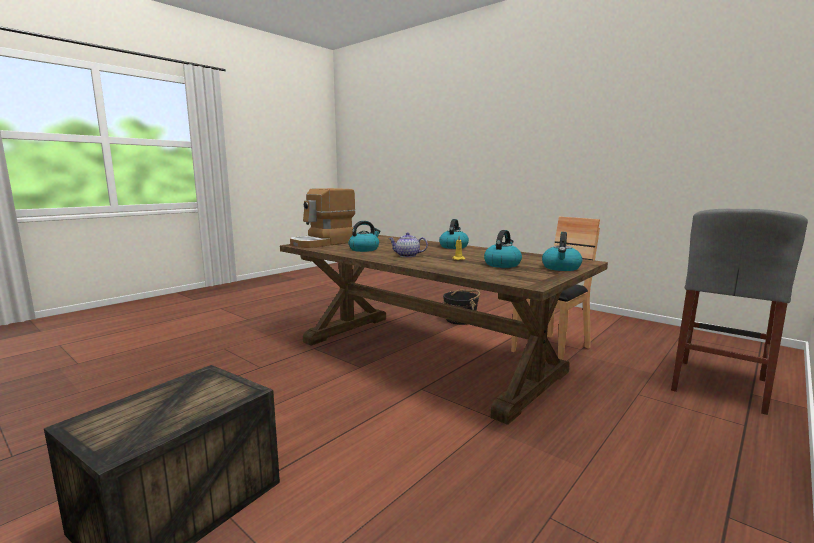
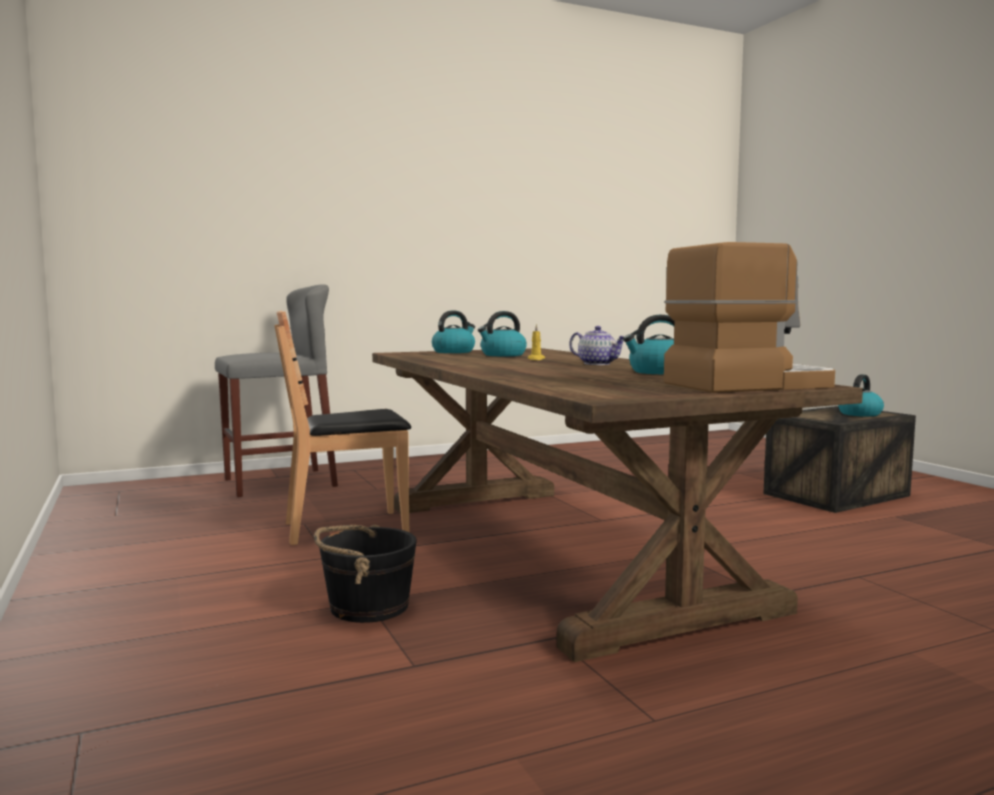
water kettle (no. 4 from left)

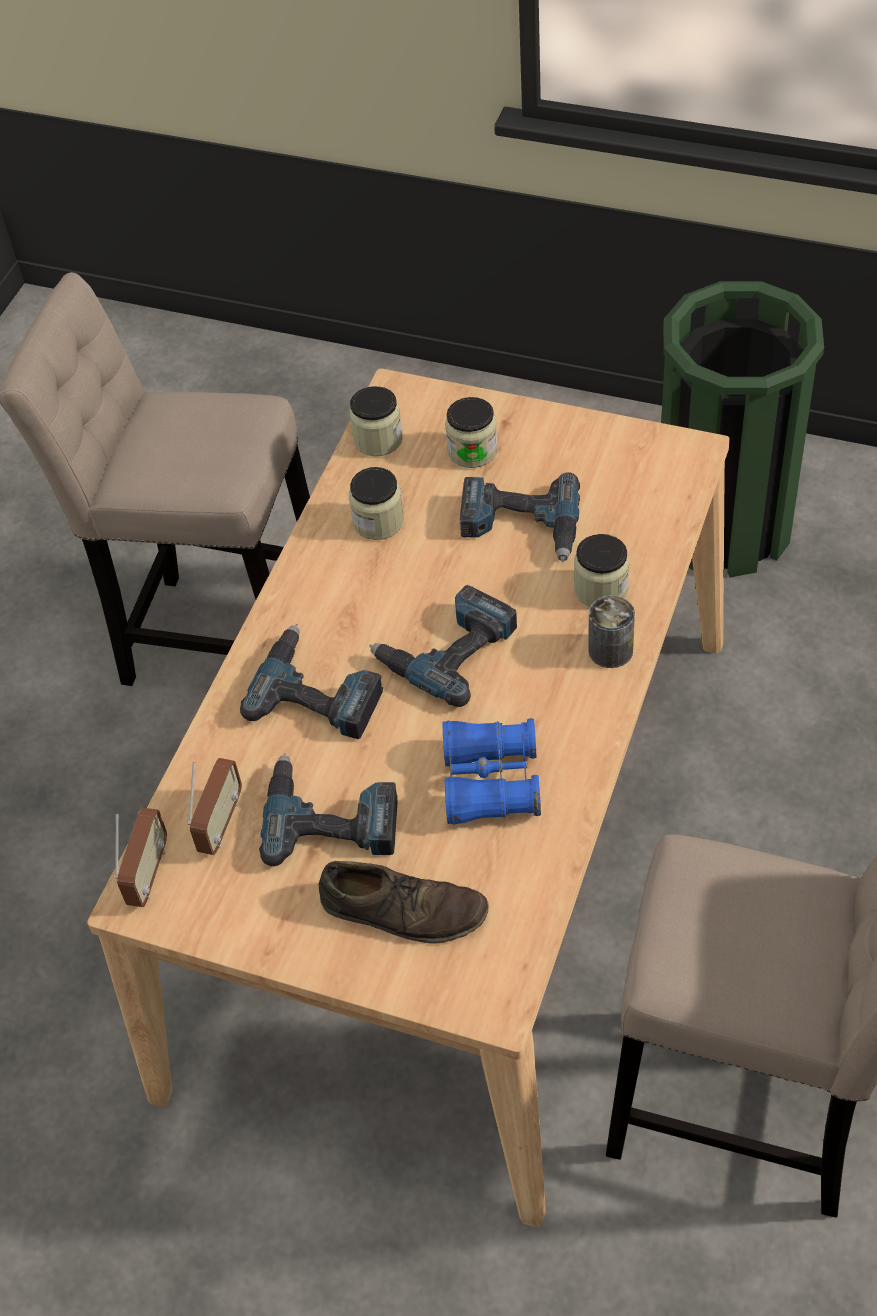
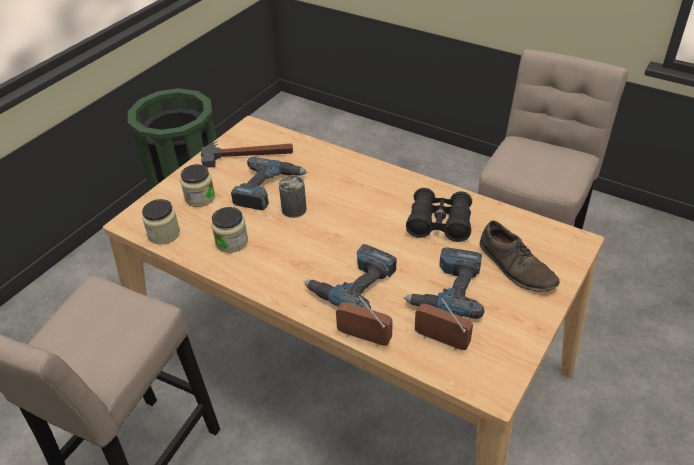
preserve jar (no. 4 from left in the first image); drill (no. 3 from left in the first image); metal can; pair of binoculars (black); radio receiver (no. 1 from left); shoe (brown); hammer

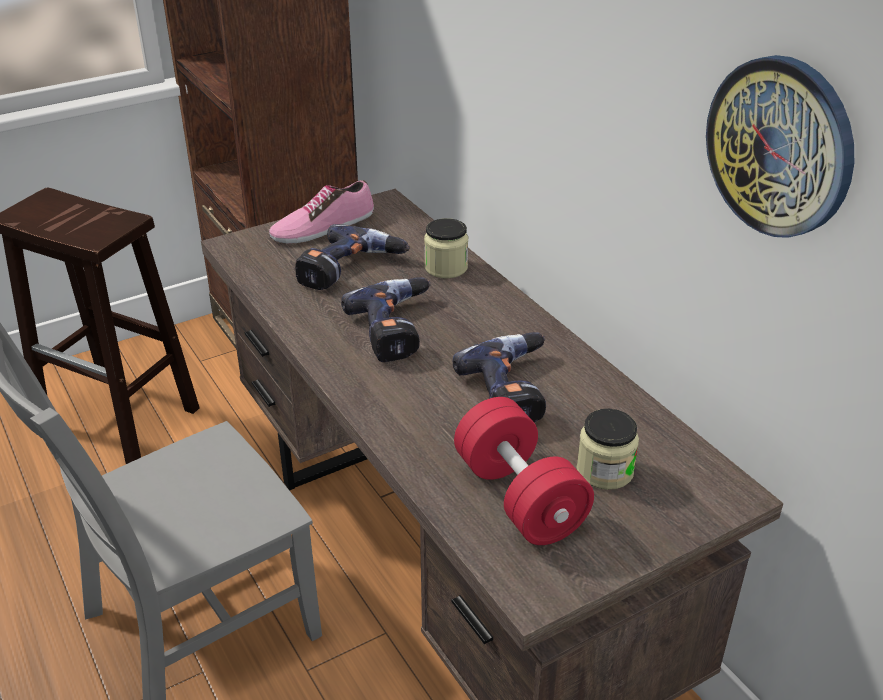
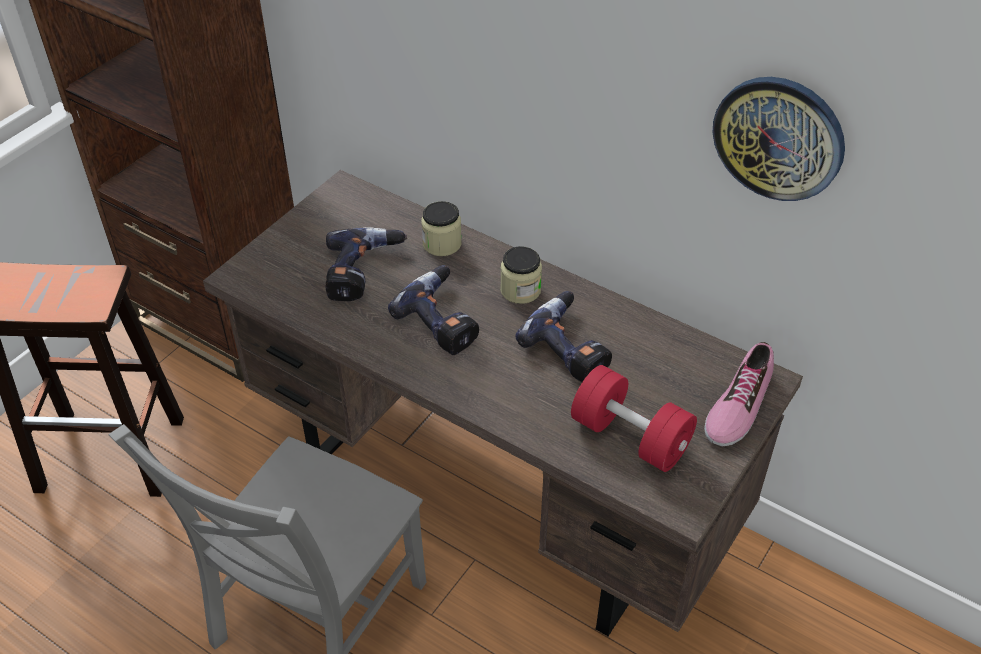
shoe; preserve jar (no. 2 from left)

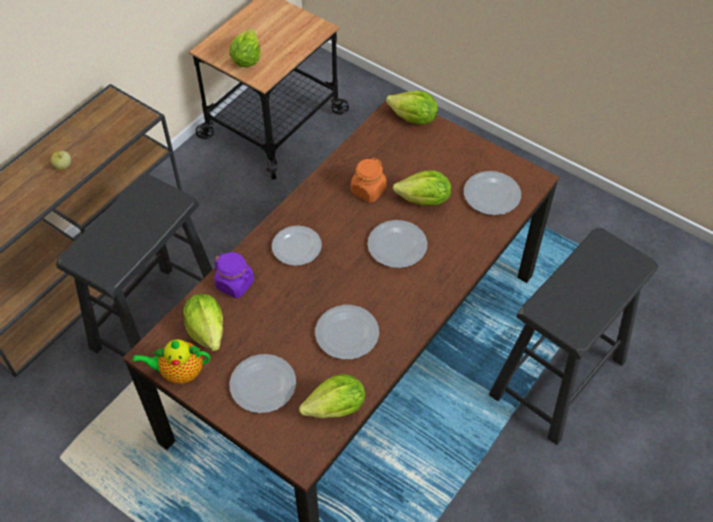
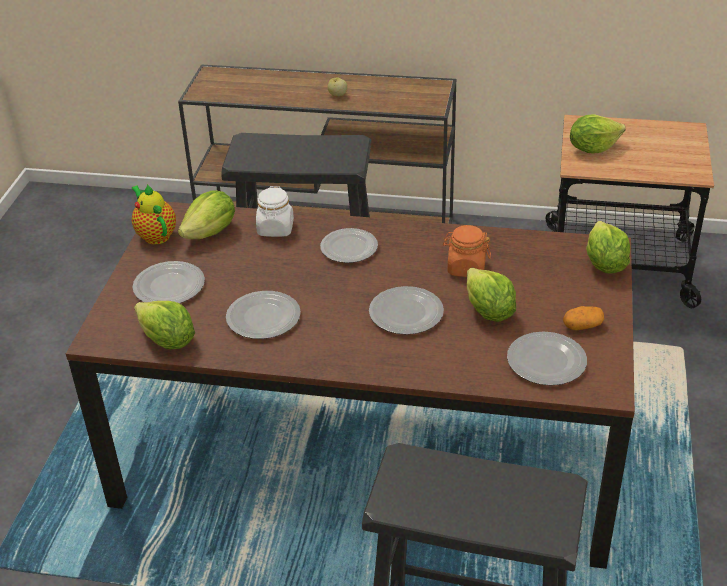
preserve jar (white); potato

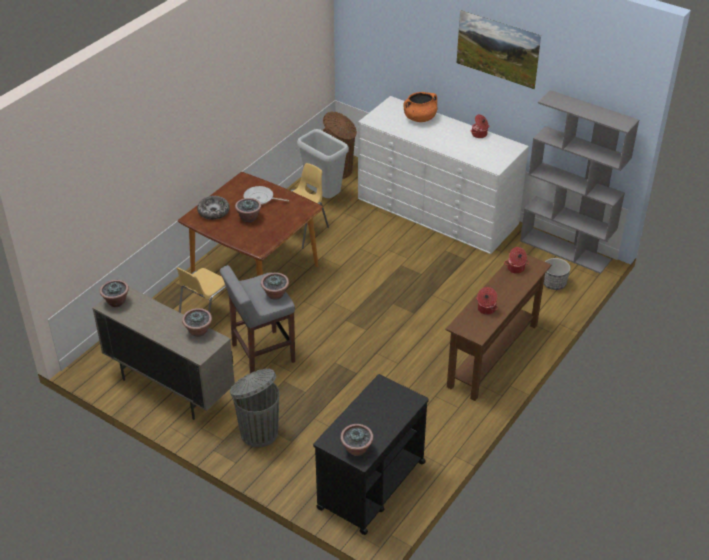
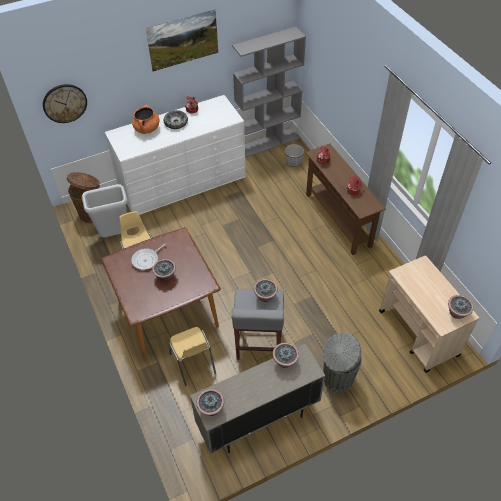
bowl; trolley (sand-coloured); wall clock

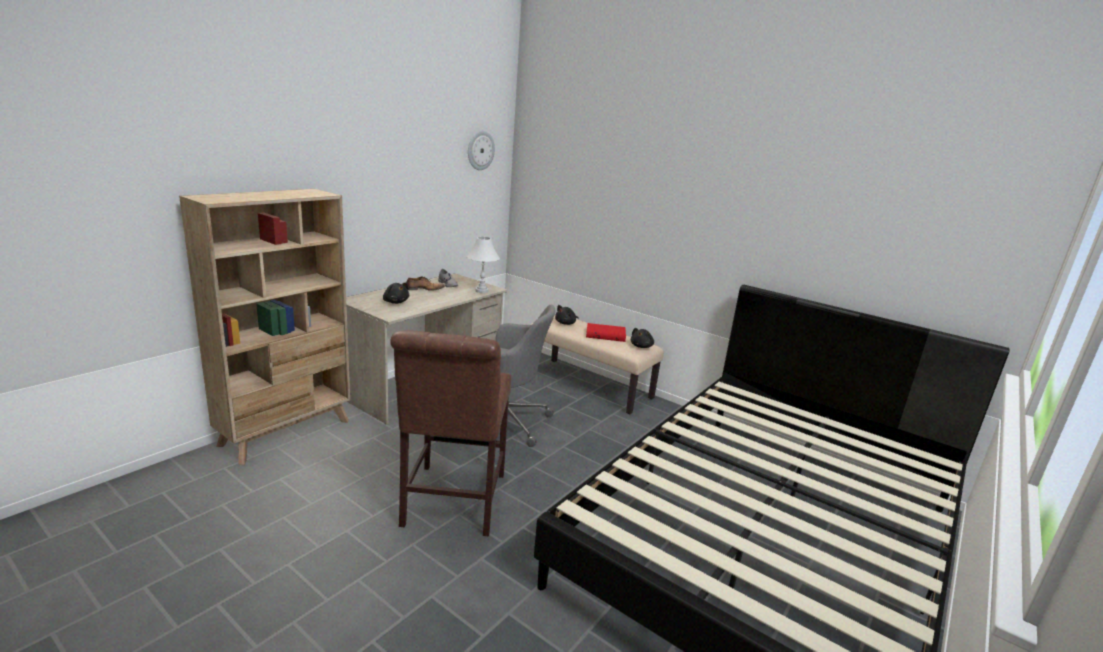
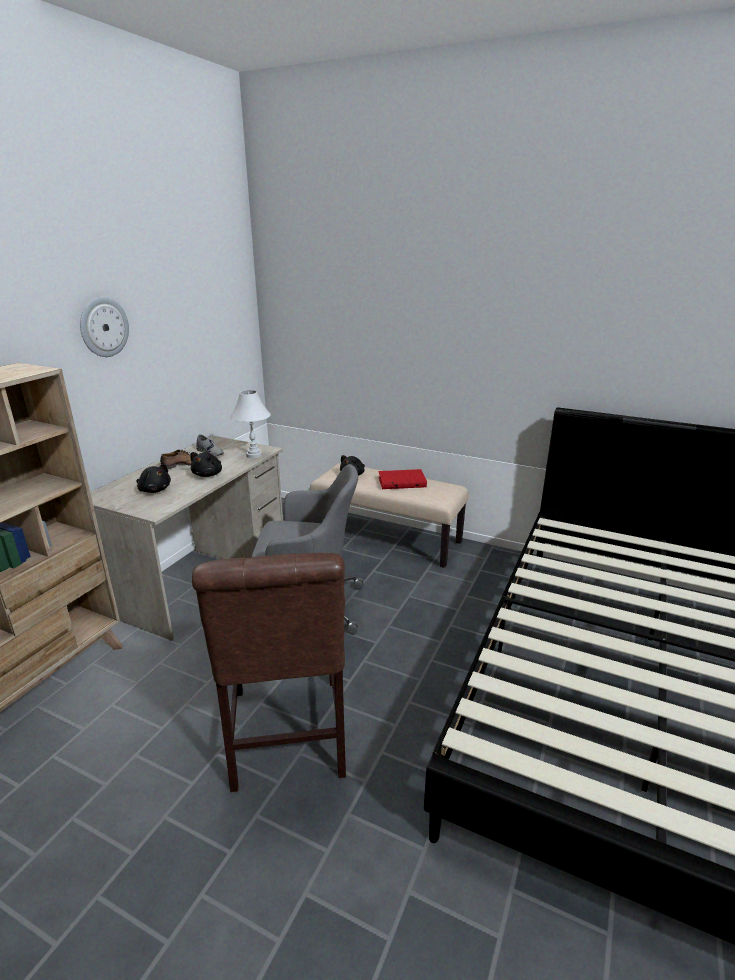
wall clock; cuddly toy (black) (no. 2 from left)

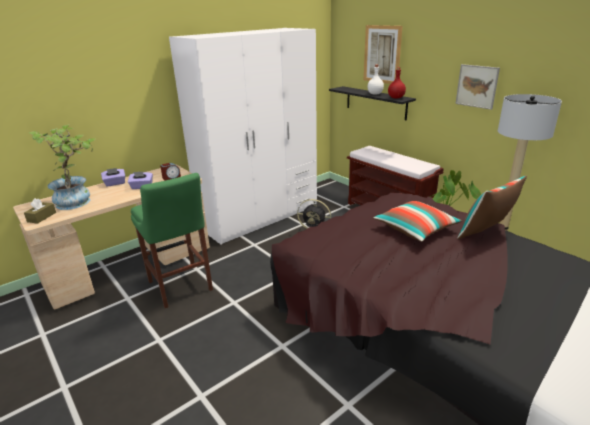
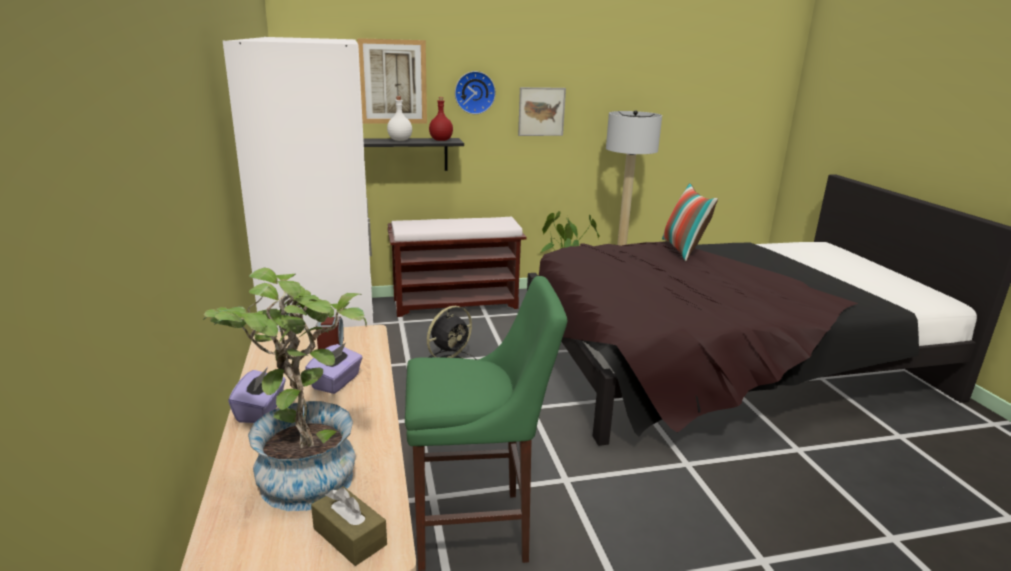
throw pillow (no. 1 from left in the first image); wall clock

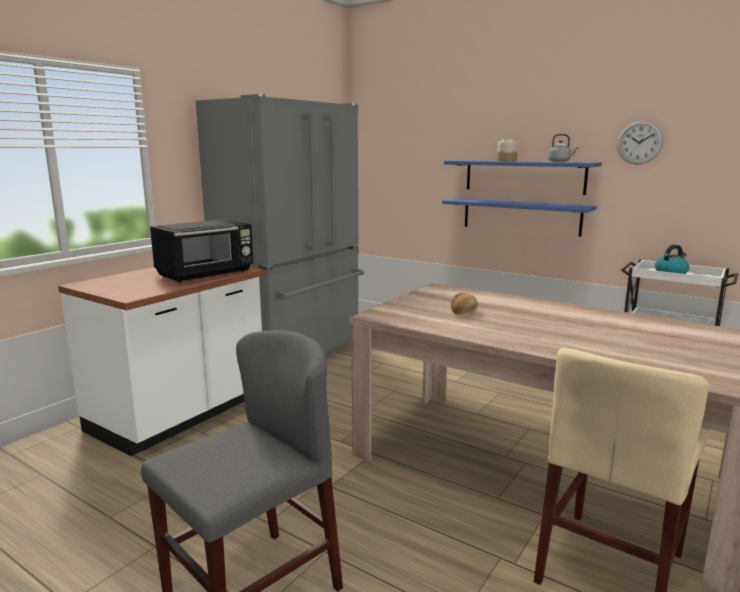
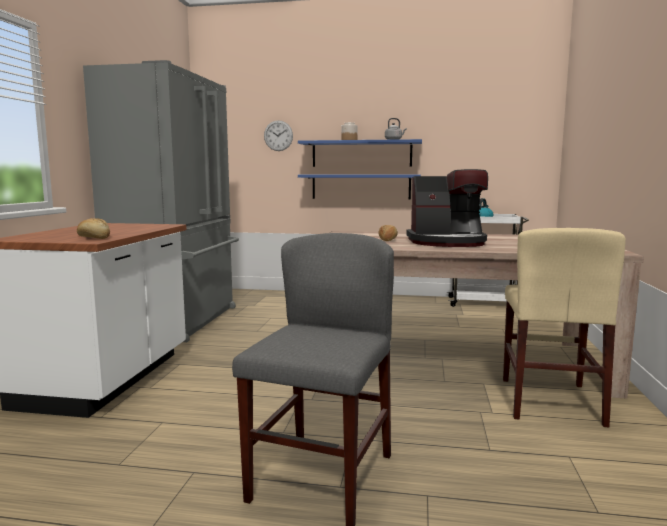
wall clock; microwave oven (black); coffee maker; bread (no. 1 from left)

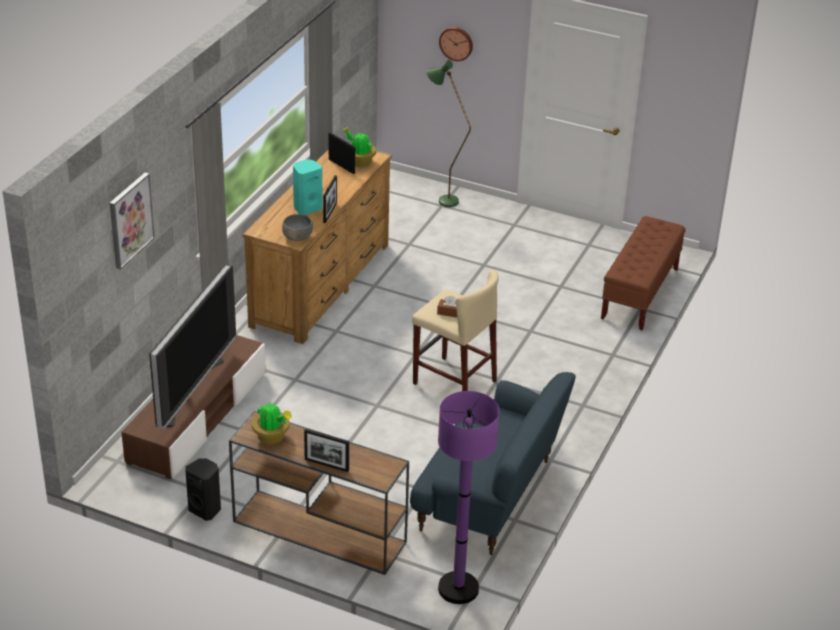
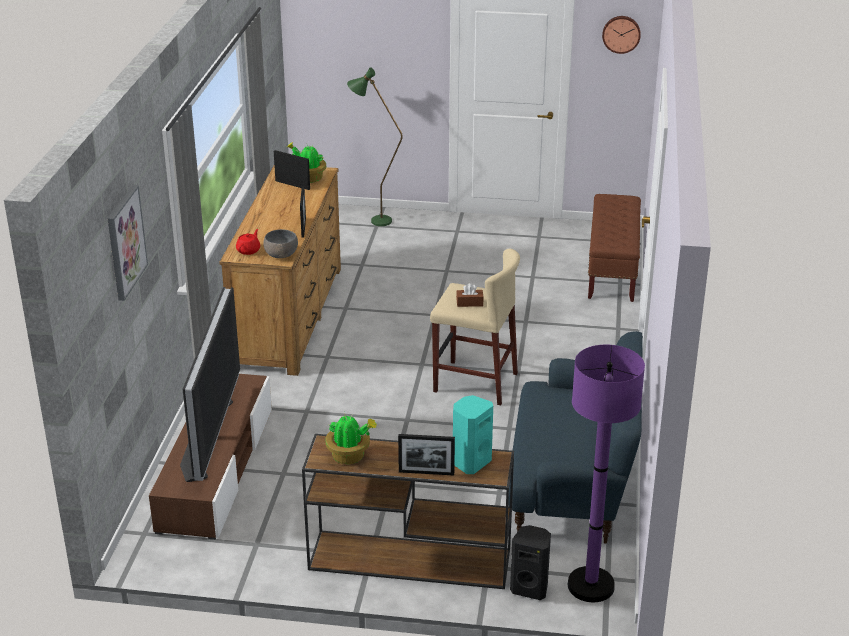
wall clock; audio speaker (turquoise); audio speaker (black); pot for tea (red-coloured)

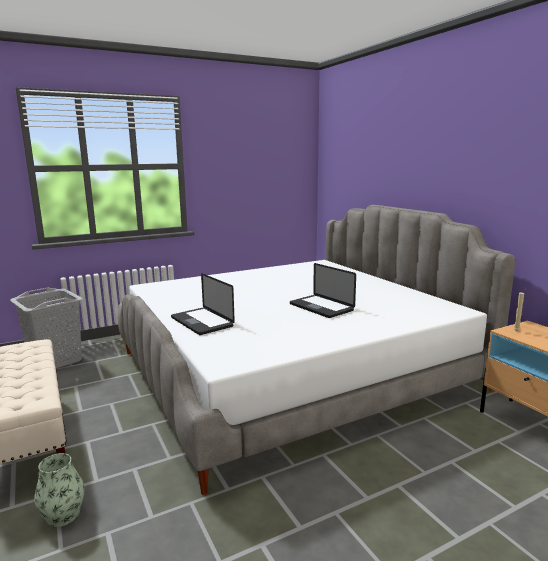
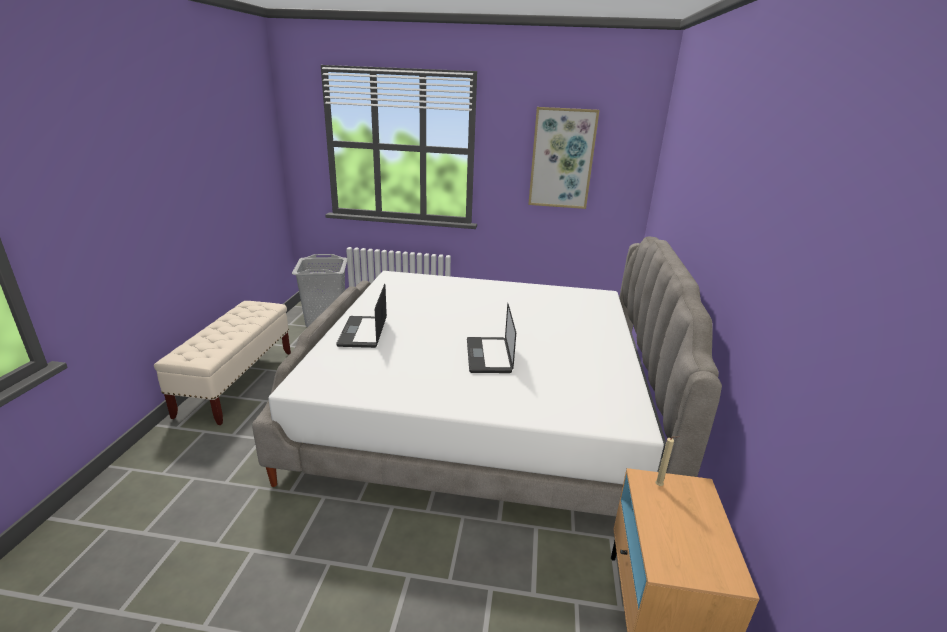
decorative vase; wall art

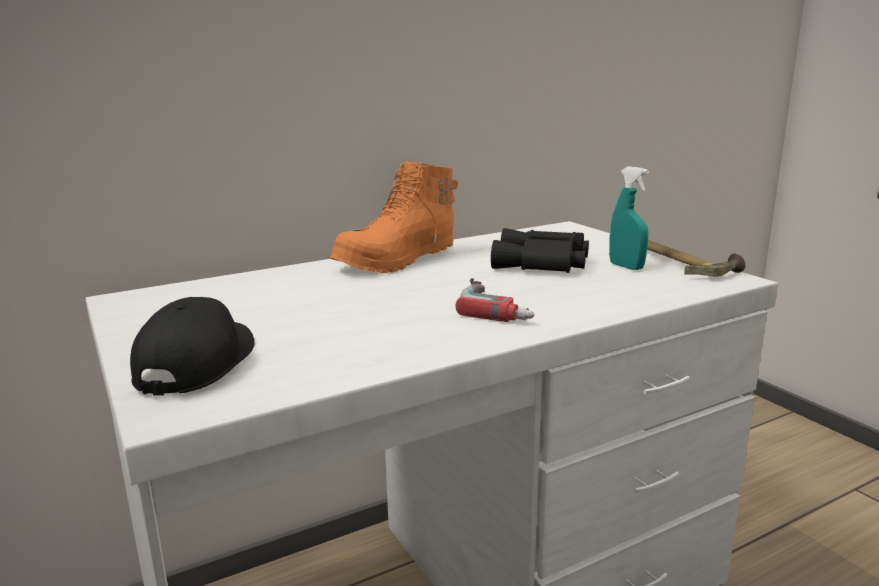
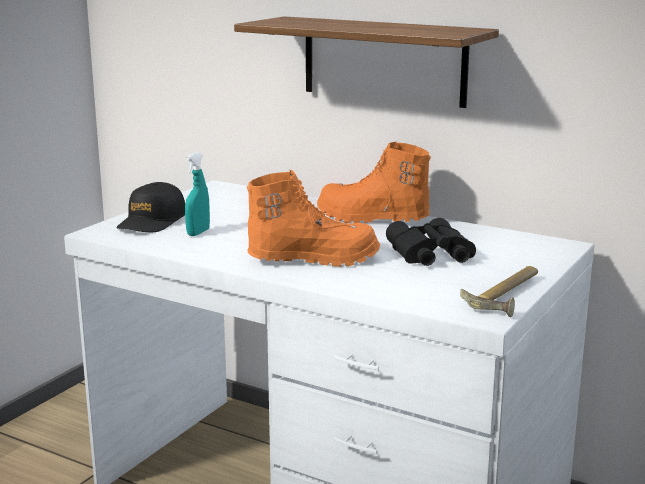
hand sprayer (turquoise); high-top boot (orangey) (no. 1 from left); cap (black); shelf

